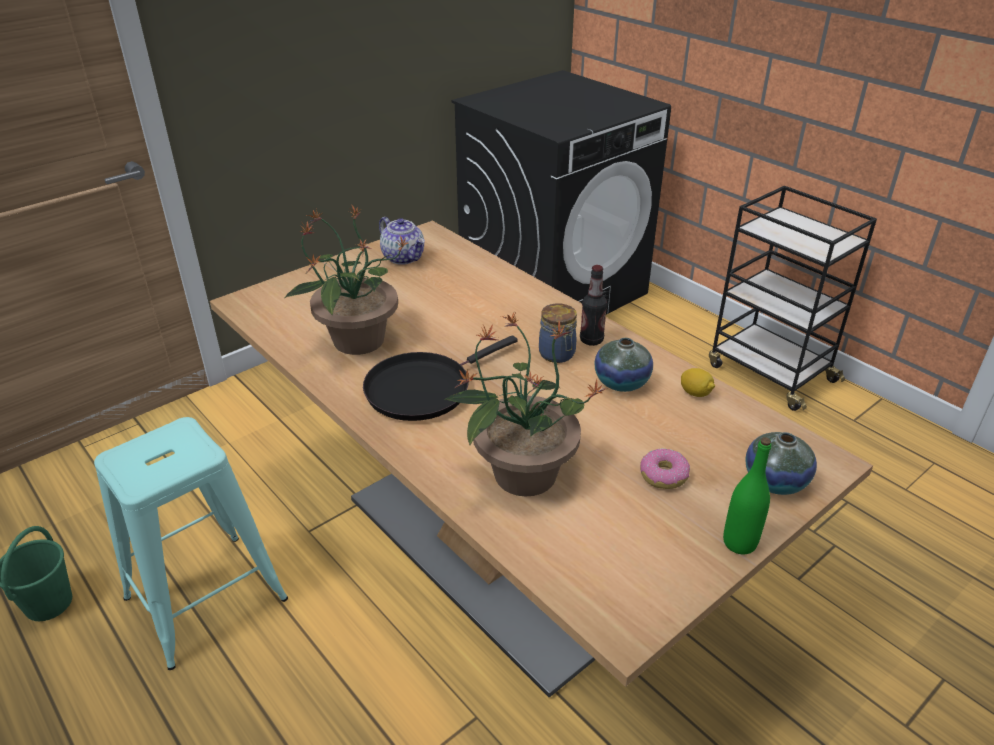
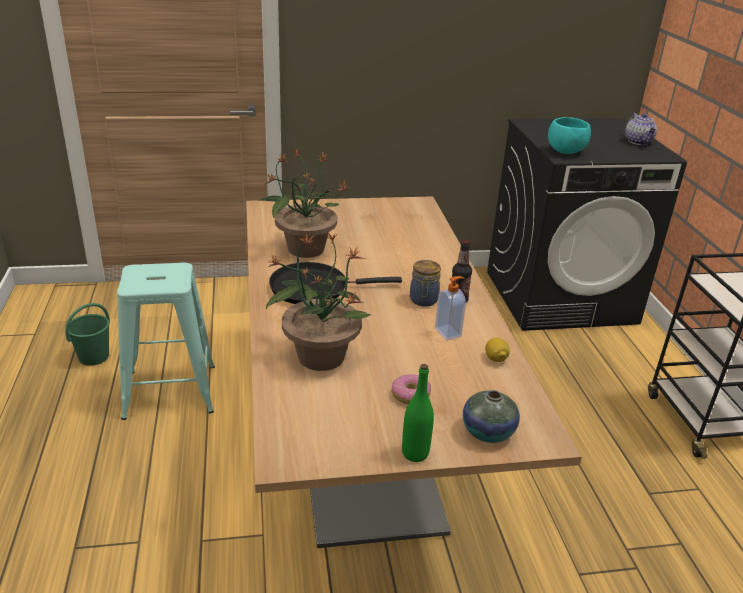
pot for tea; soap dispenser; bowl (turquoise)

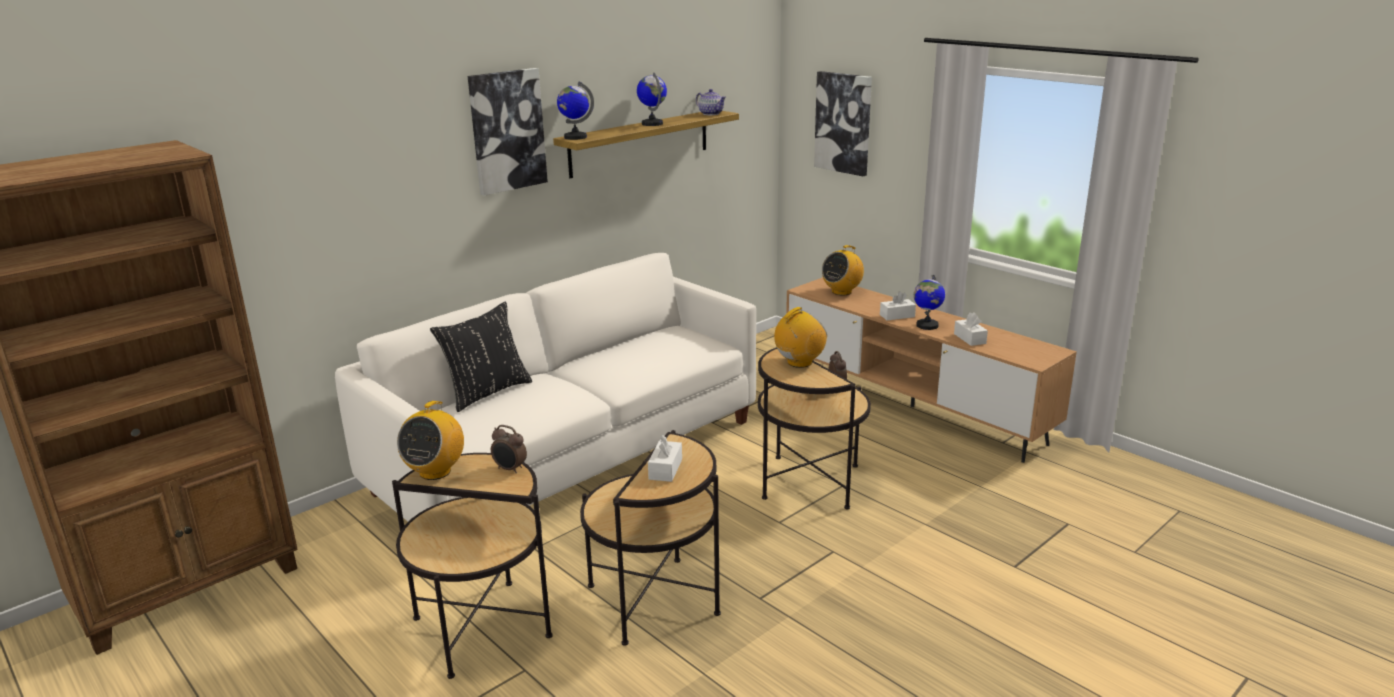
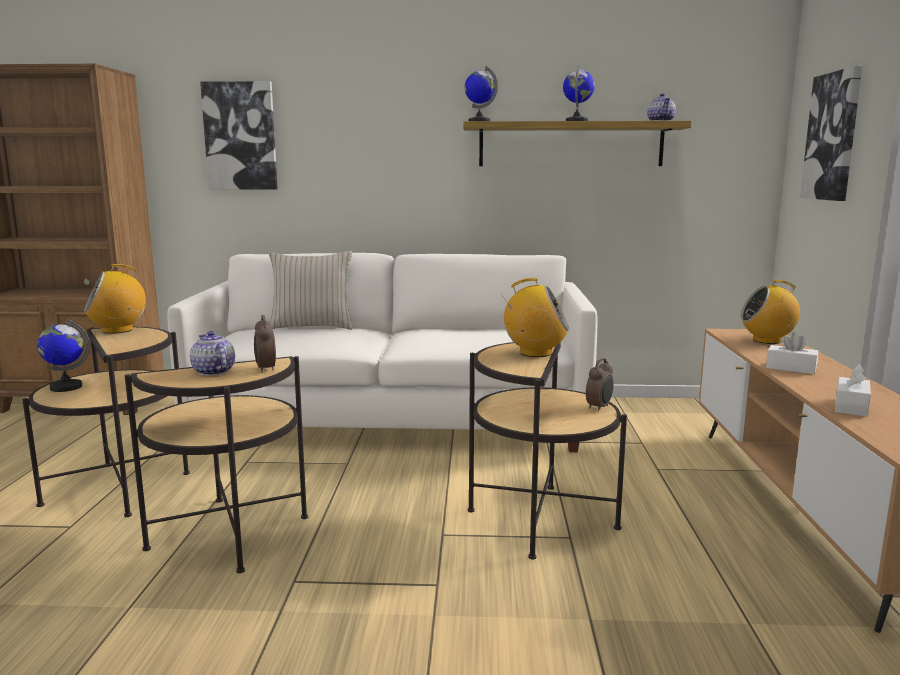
wall art (no. 1 from left); desk globe (no. 1 from left); throw pillow (sand-coloured); table clock (no. 1 from left); pot for tea (no. 1 from left)

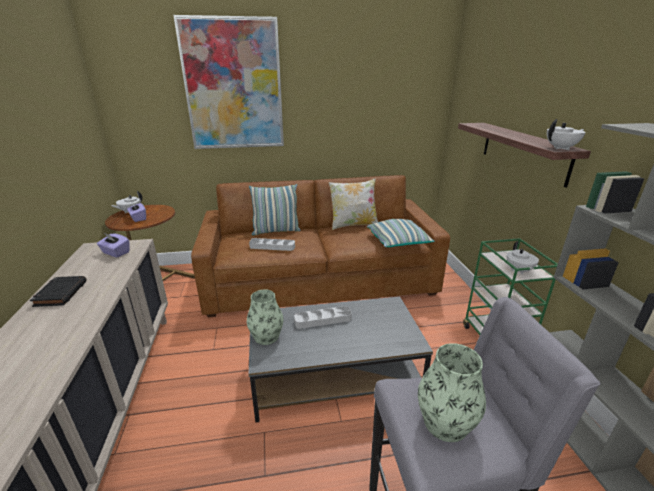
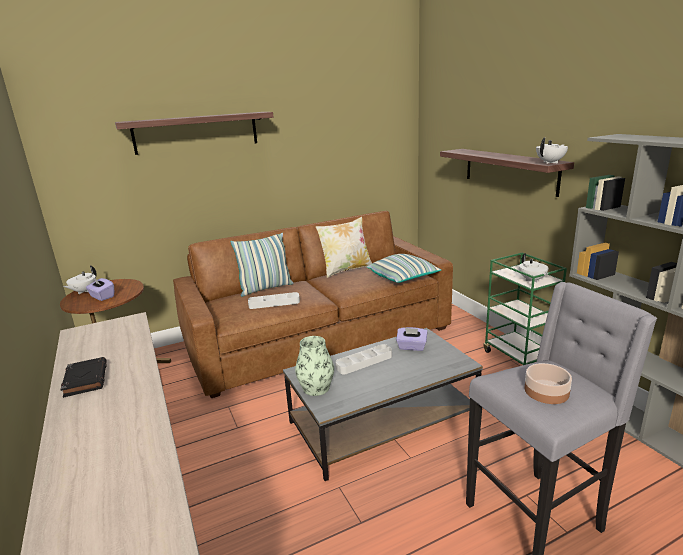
shelf (no. 1 from left); tissue box (purple-coloured) (no. 2 from left); bowl

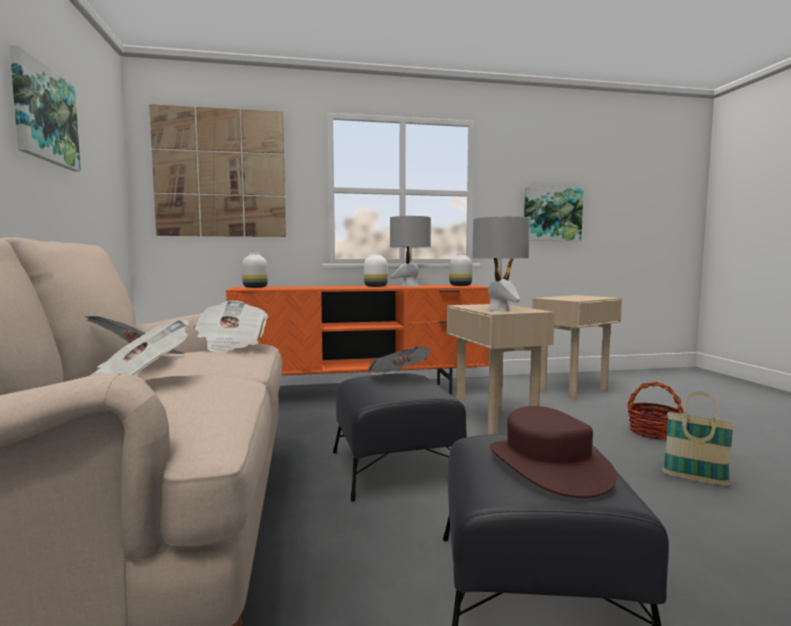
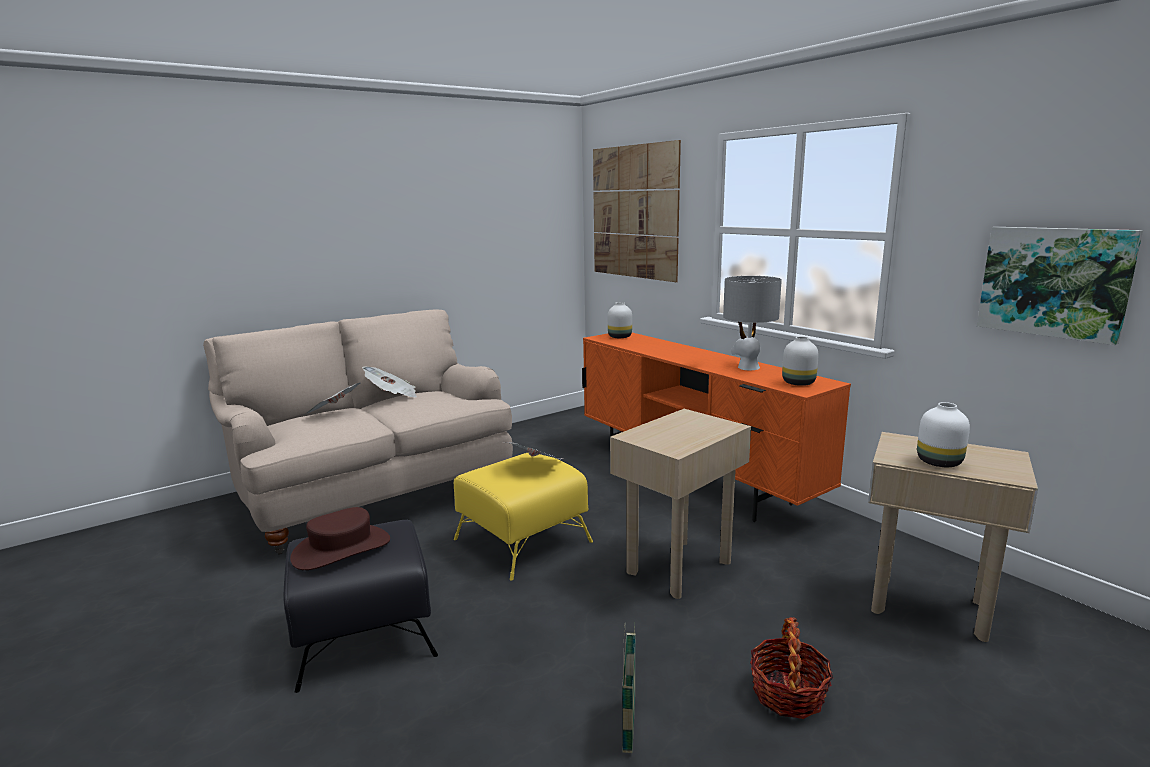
wall art (no. 1 from left in the first image); tabletop lamp (greyish) (no. 2 from left in the first image); decorative vase (white) (no. 3 from left); daily paper (no. 3 from left in the first image); ottoman (yellow)

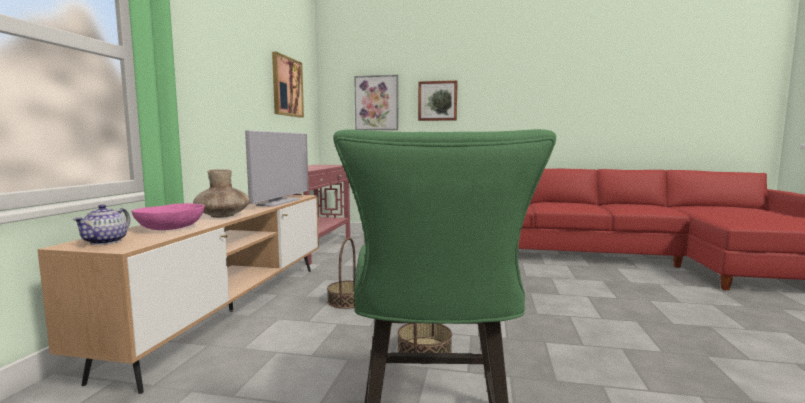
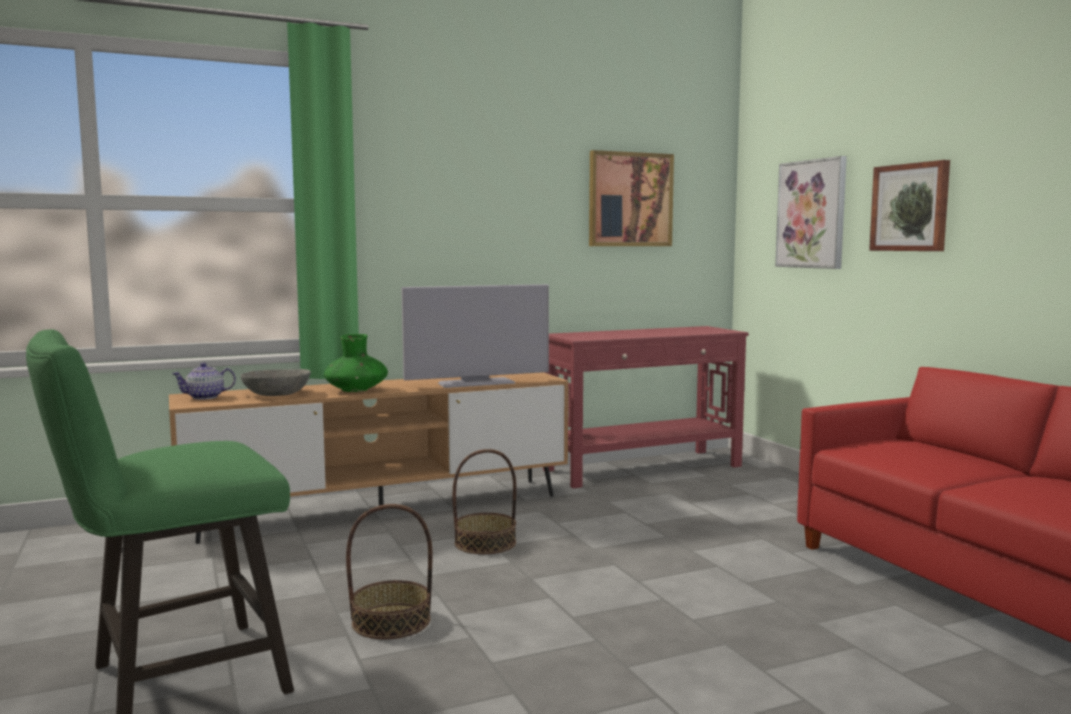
decorative vase (green); bowl (greyish)

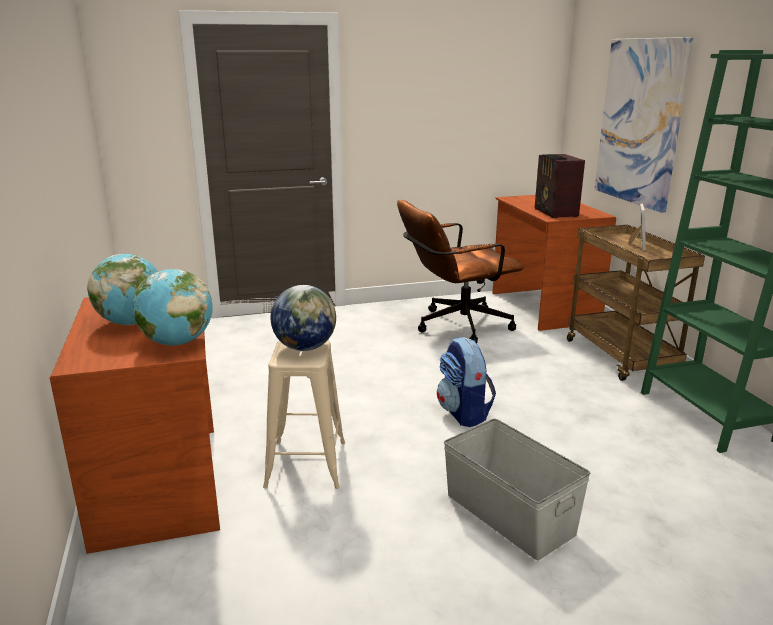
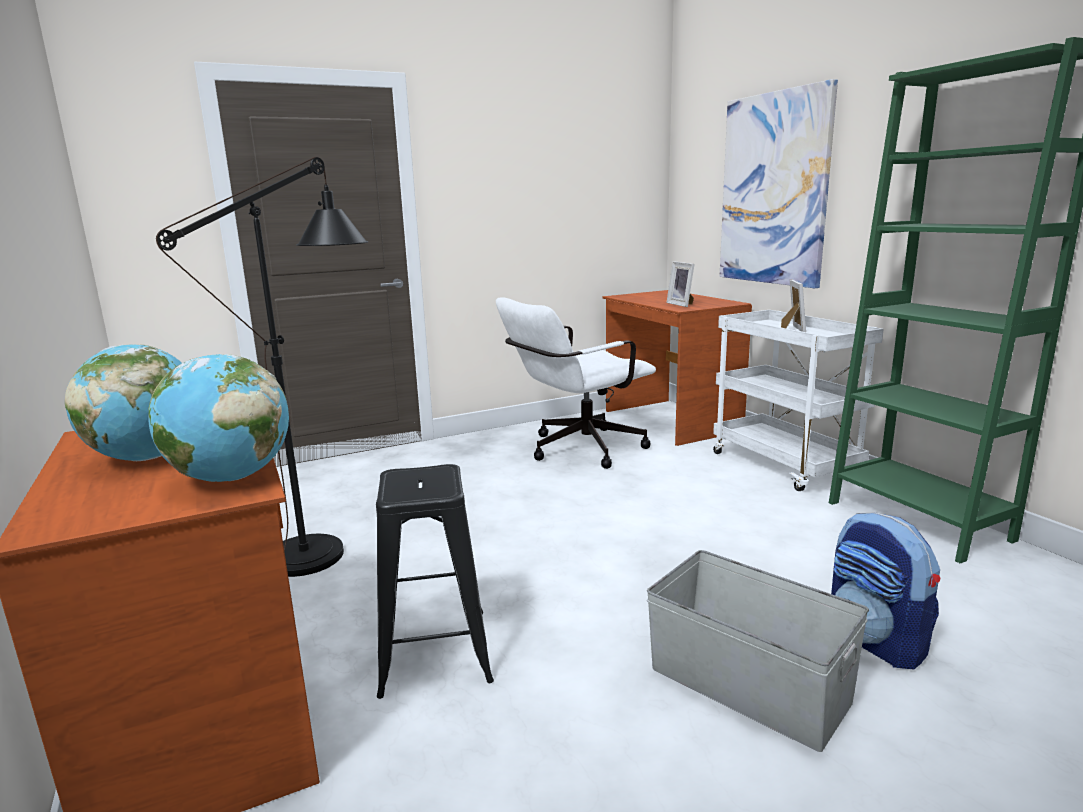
picture frame (no. 1 from left); desk chair (white); trolley (white); desk globe (no. 3 from left in the first image); knapsack; stool (black); standing lamp (black)

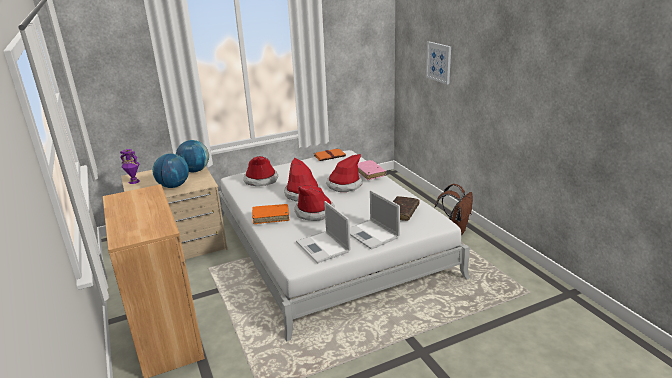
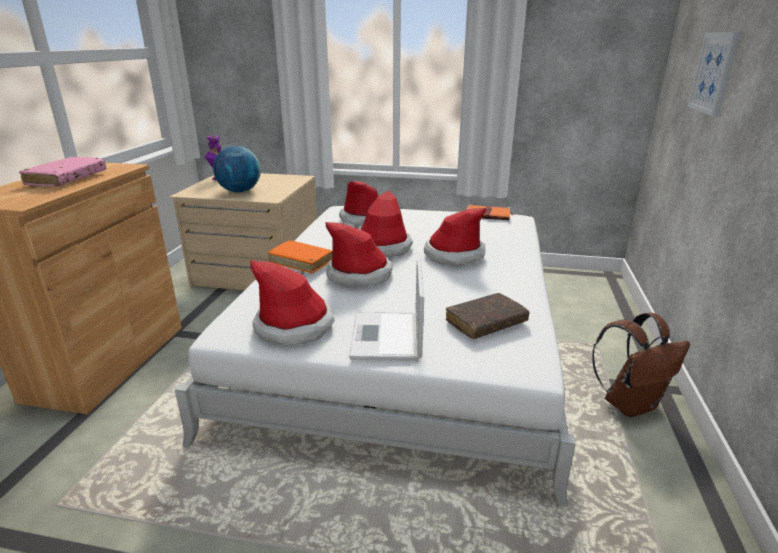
desk globe (no. 2 from left in the first image); bound book (pink-coloured); hat (no. 1 from left)

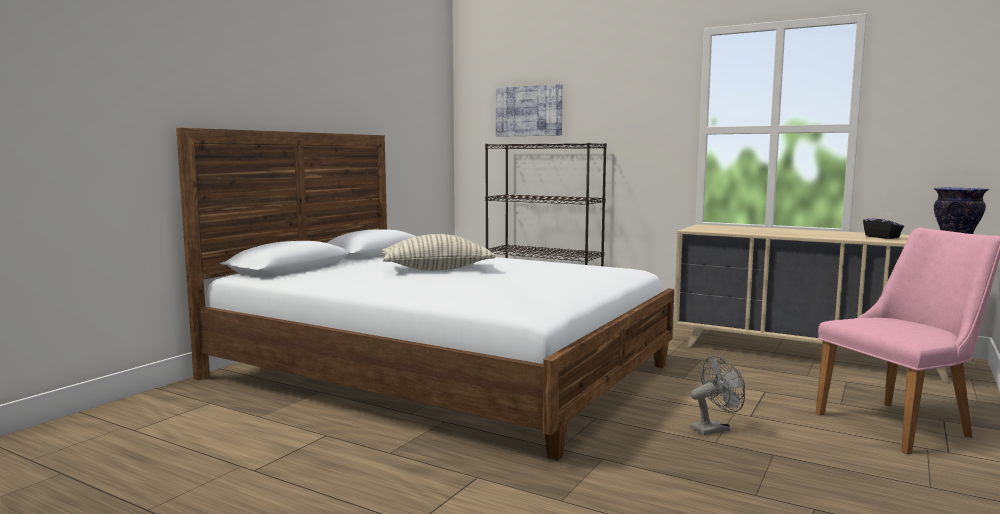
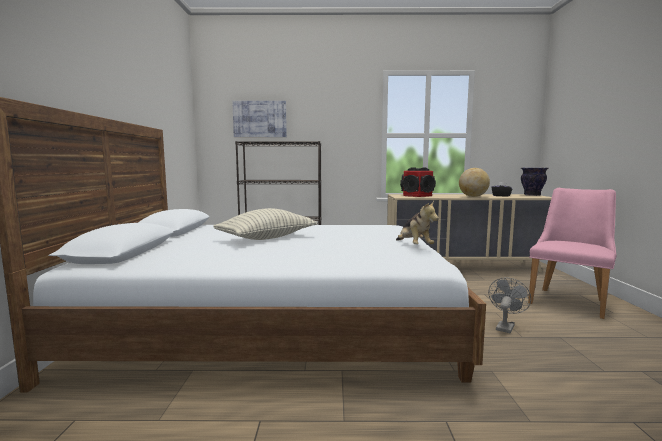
audio speaker; desk globe; cuddly toy

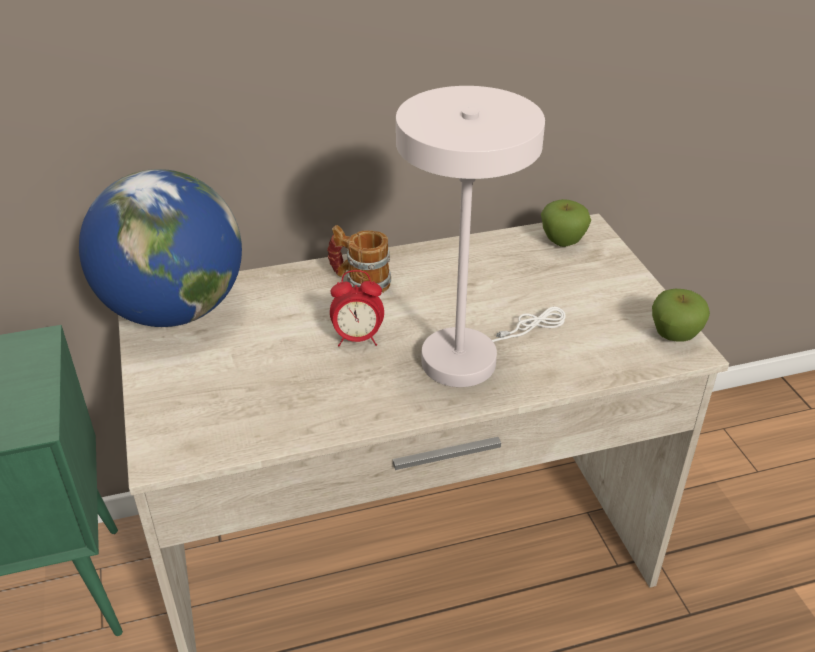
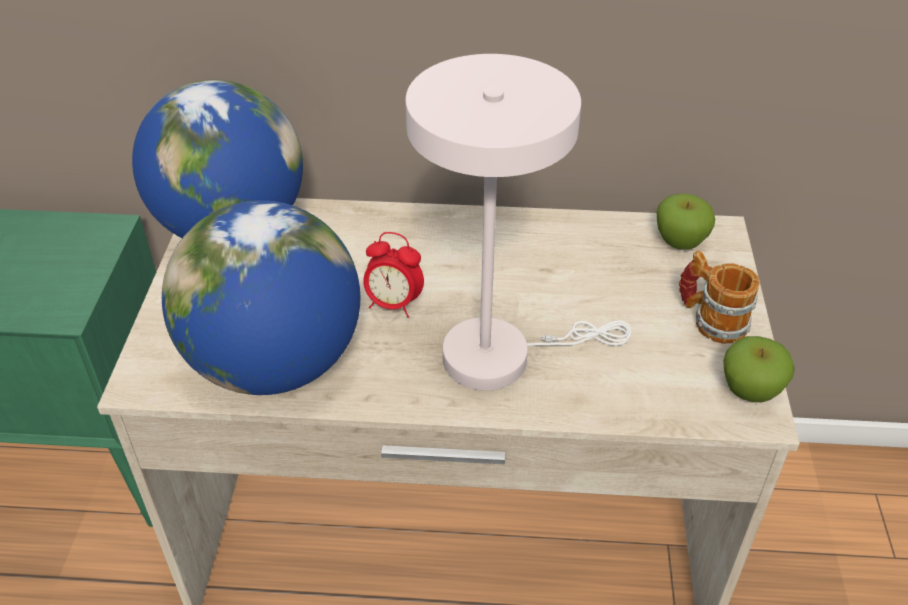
mug; desk globe (no. 2 from left)

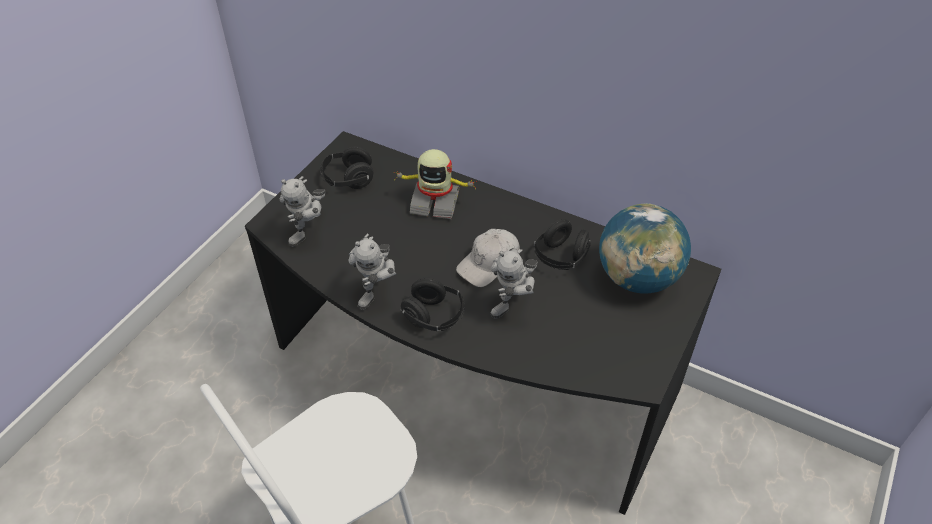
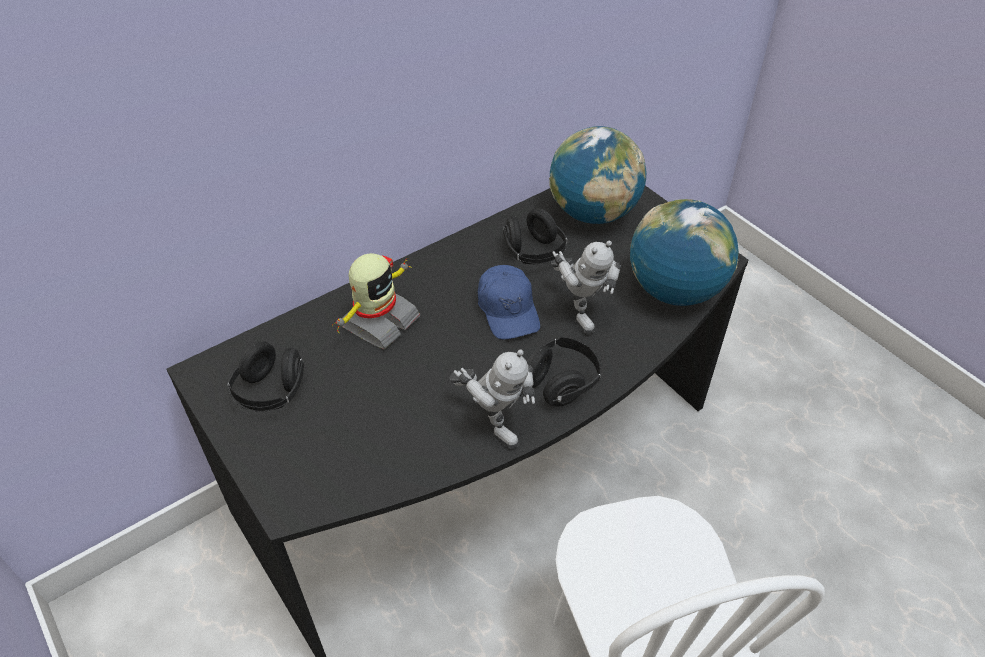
robot figure (no. 1 from left in the first image); cap (blue); desk globe (no. 2 from left)

